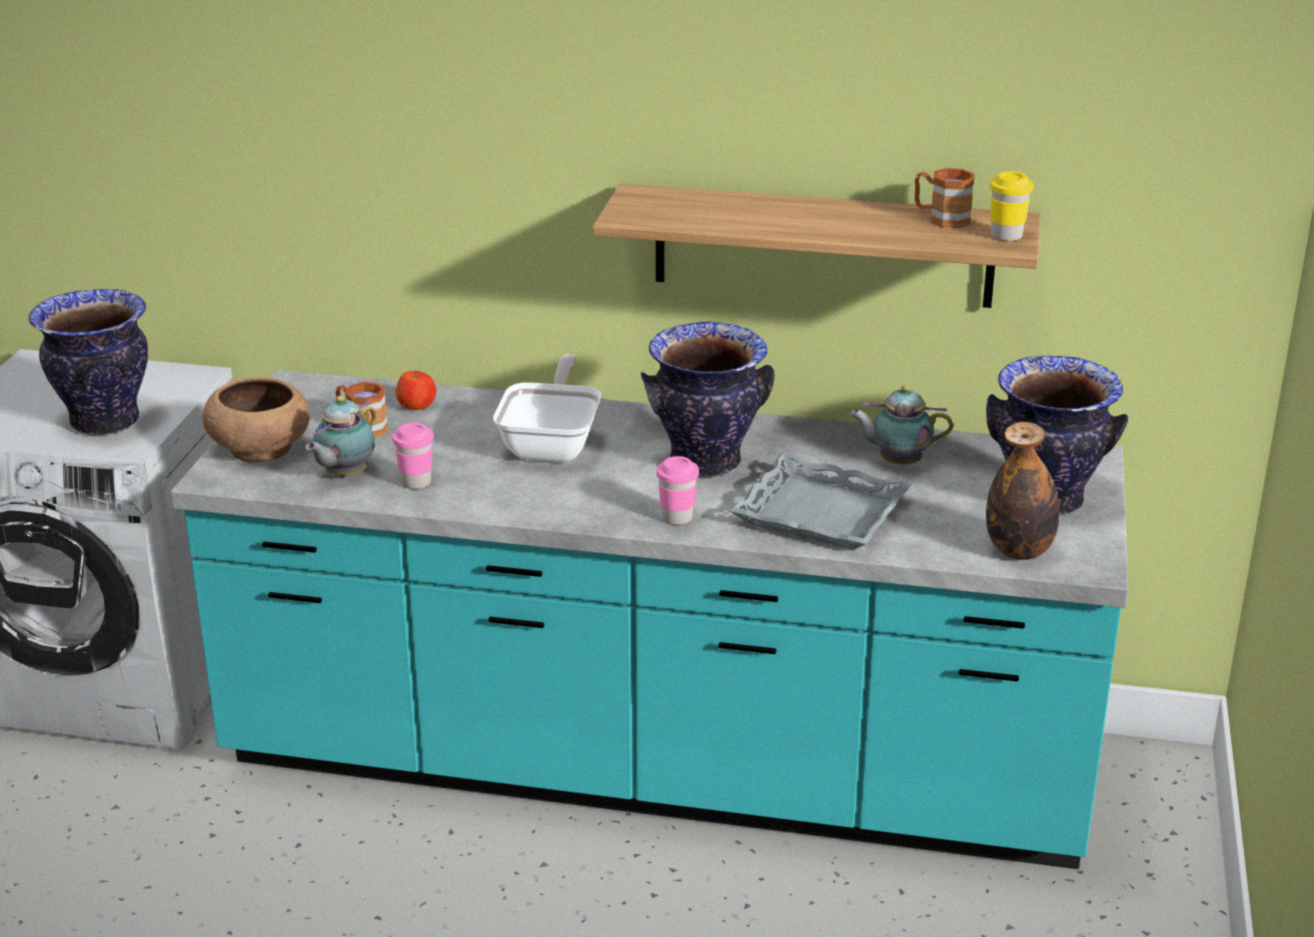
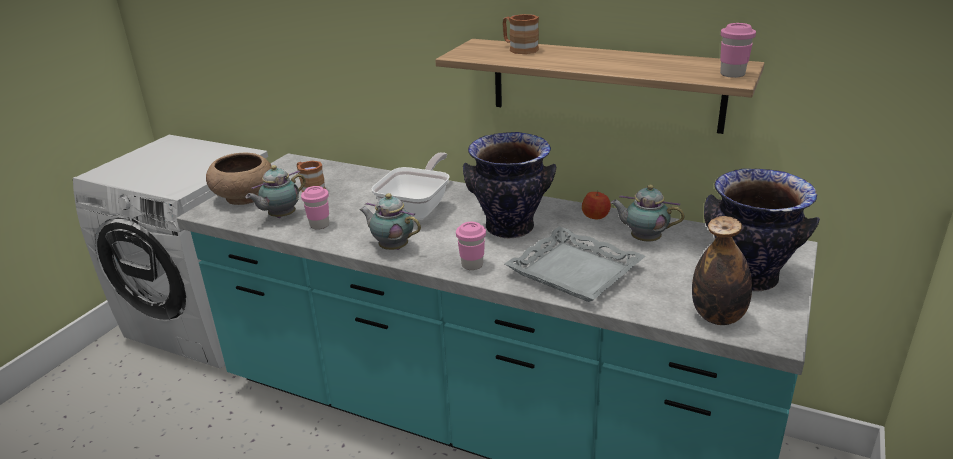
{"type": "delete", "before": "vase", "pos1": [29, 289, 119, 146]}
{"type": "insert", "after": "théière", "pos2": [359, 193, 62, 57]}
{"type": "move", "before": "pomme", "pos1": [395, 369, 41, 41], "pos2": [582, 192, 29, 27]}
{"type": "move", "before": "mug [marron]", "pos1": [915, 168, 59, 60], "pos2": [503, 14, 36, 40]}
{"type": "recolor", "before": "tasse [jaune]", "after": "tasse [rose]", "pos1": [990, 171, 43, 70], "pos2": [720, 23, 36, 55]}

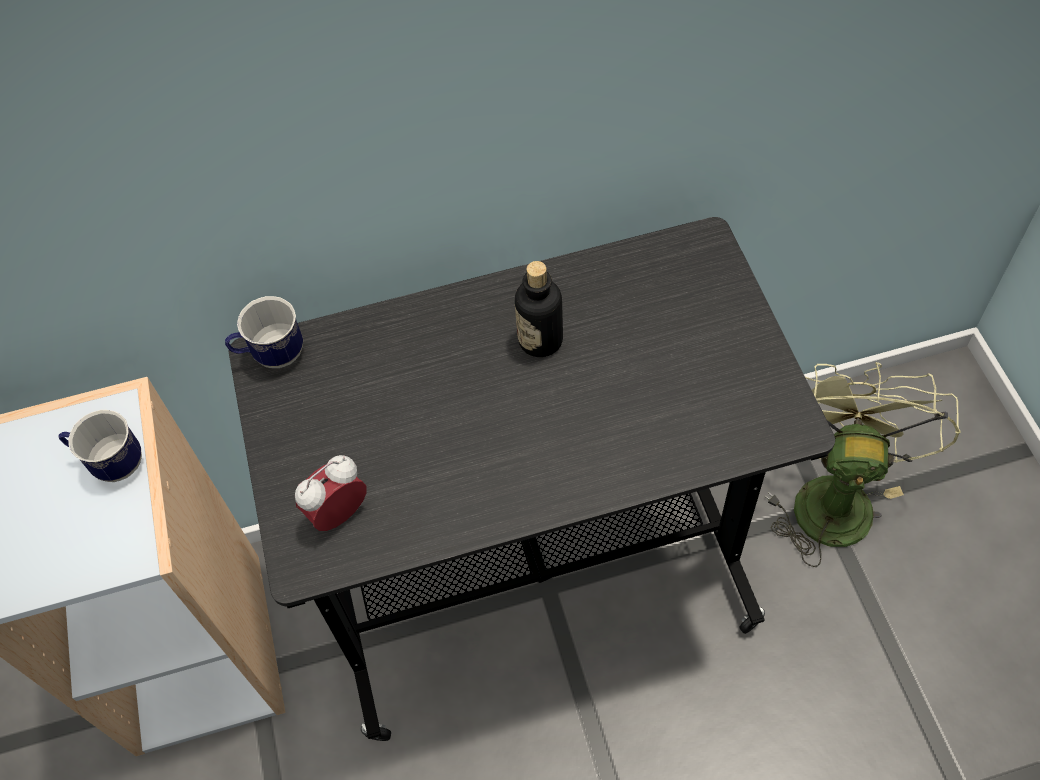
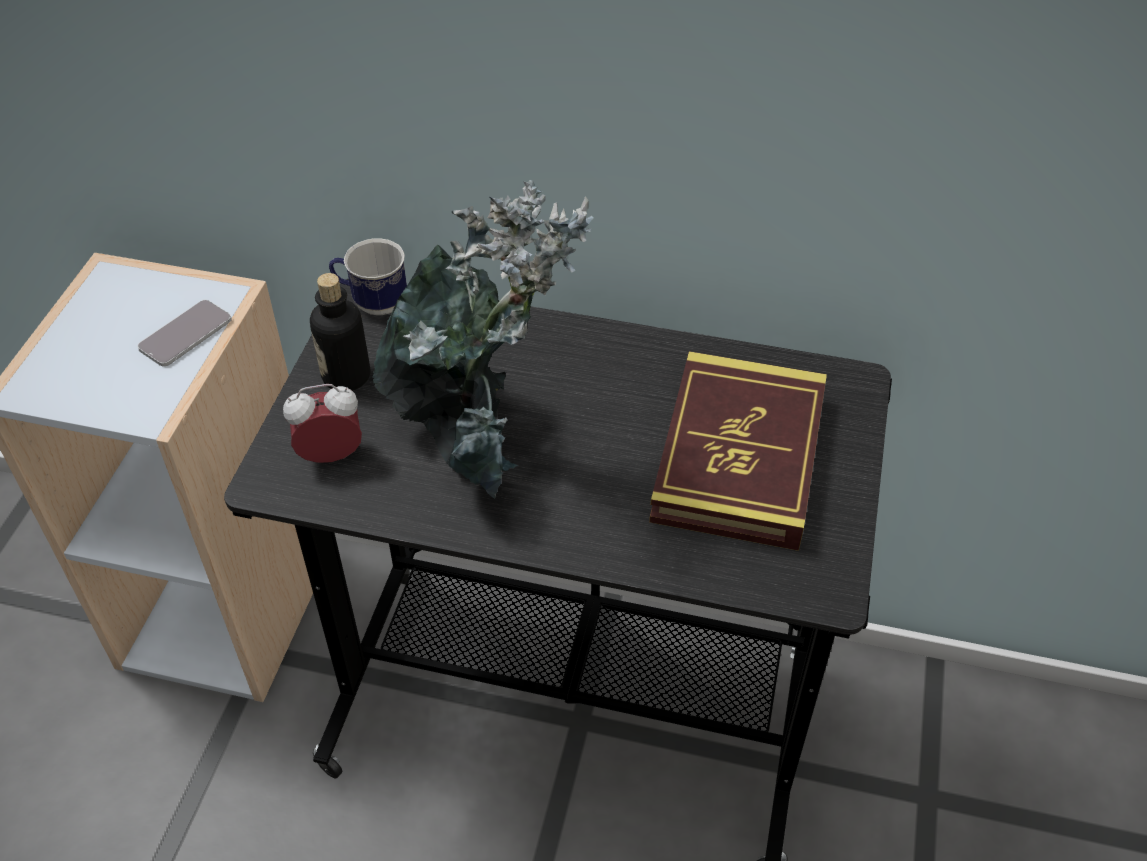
{"type": "delete", "before": "ventilateur [vert]", "pos1": [765, 362, 195, 205]}
{"type": "insert", "after": "plante en pot", "pos2": [372, 180, 221, 319]}
{"type": "insert", "after": "livre", "pos2": [649, 351, 178, 200]}
{"type": "move", "before": "bouteille", "pos1": [515, 261, 48, 96], "pos2": [310, 273, 60, 118]}
{"type": "replace", "before": "mug", "after": "téléphone", "pos1": [59, 410, 83, 72], "pos2": [137, 300, 95, 66]}

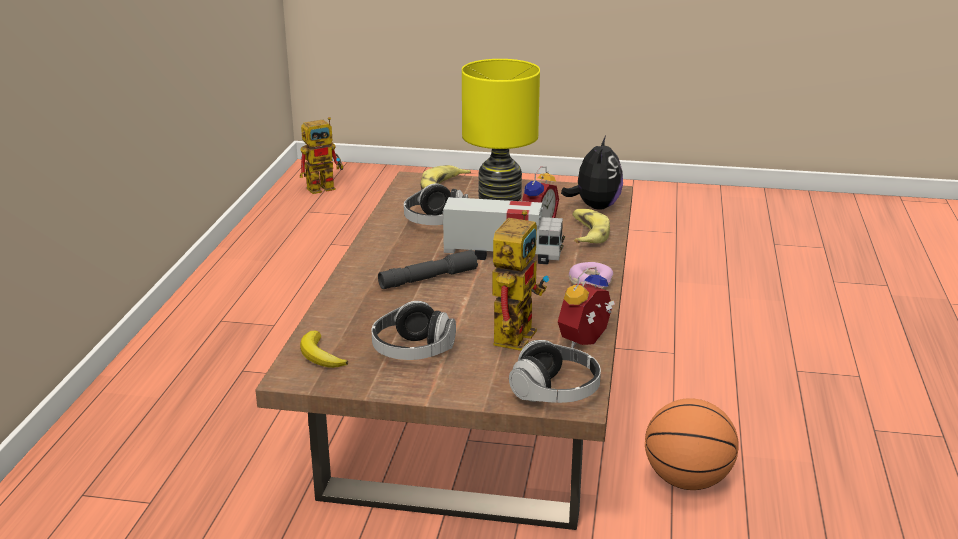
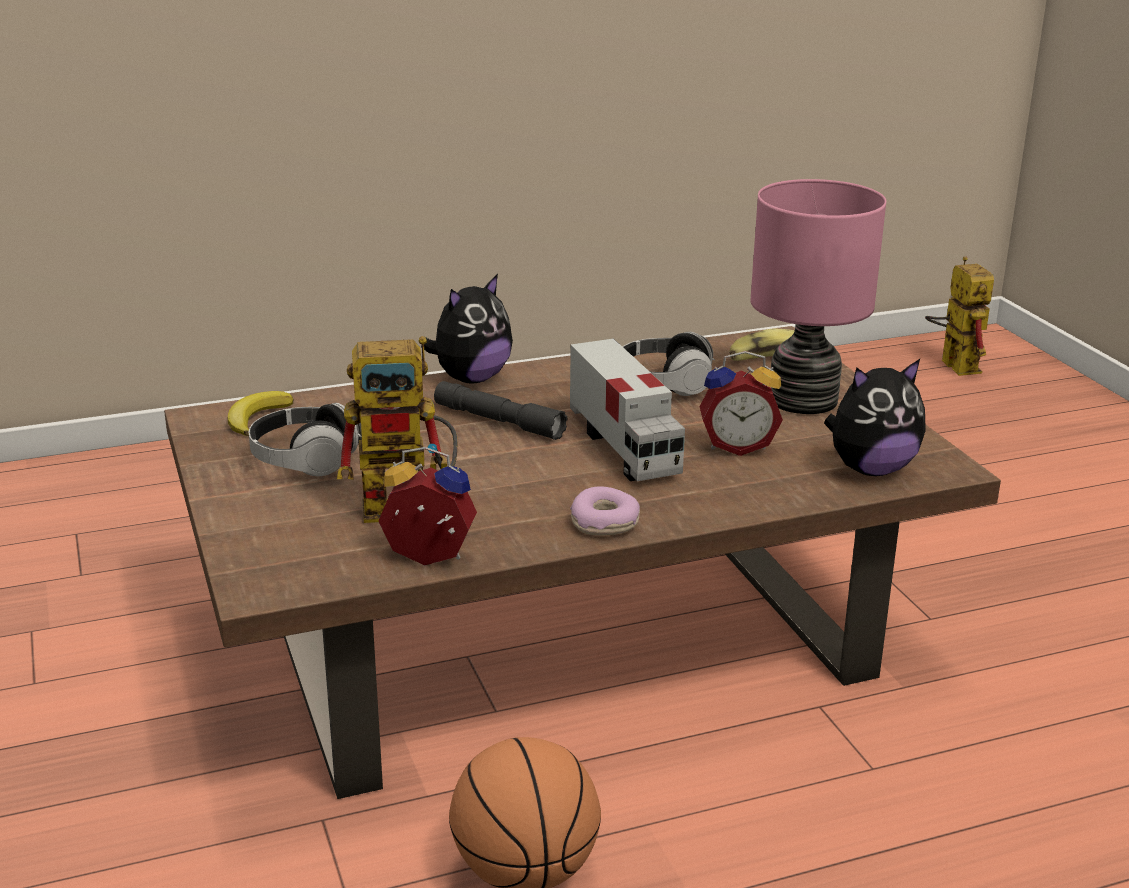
{"type": "delete", "before": "casque audio", "pos1": [509, 340, 92, 63]}
{"type": "delete", "before": "banane", "pos1": [572, 209, 38, 34]}
{"type": "insert", "after": "peluche", "pos2": [421, 274, 92, 109]}
{"type": "recolor", "before": "lampe de table [jaune]", "after": "lampe de table [rose]", "pos1": [462, 59, 78, 142], "pos2": [750, 179, 136, 235]}
{"type": "rotate", "before": "robot jouet", "pos1": [300, 117, 43, 77], "pos2": [925, 256, 69, 120], "turn": -135}

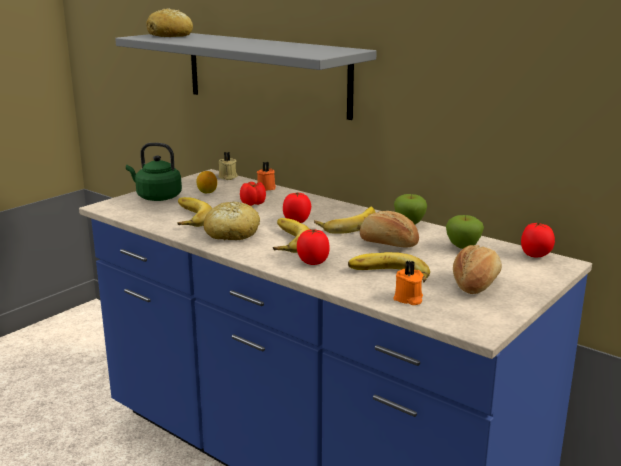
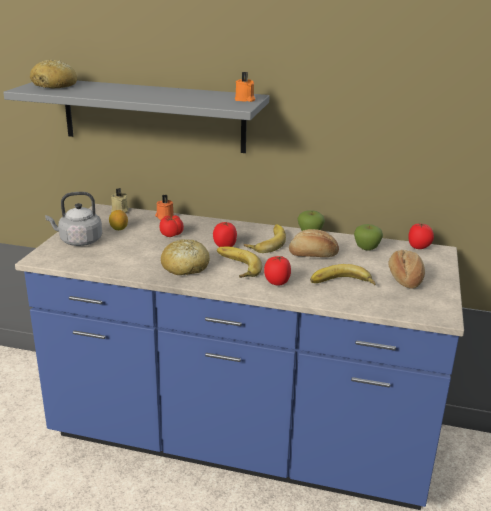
{"type": "delete", "before": "banane", "pos1": [177, 197, 35, 30]}
{"type": "move", "before": "bougie [orange]", "pos1": [393, 261, 30, 44], "pos2": [235, 72, 20, 30]}
{"type": "recolor", "before": "bouilloire [vert]", "after": "bouilloire [gris]", "pos1": [126, 143, 56, 58], "pos2": [45, 192, 57, 54]}

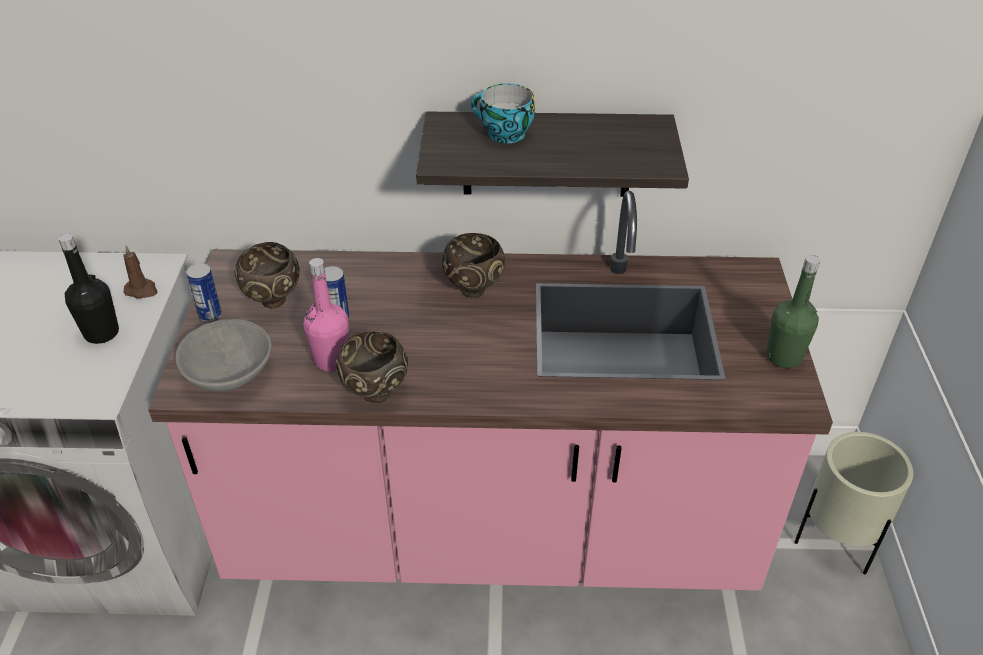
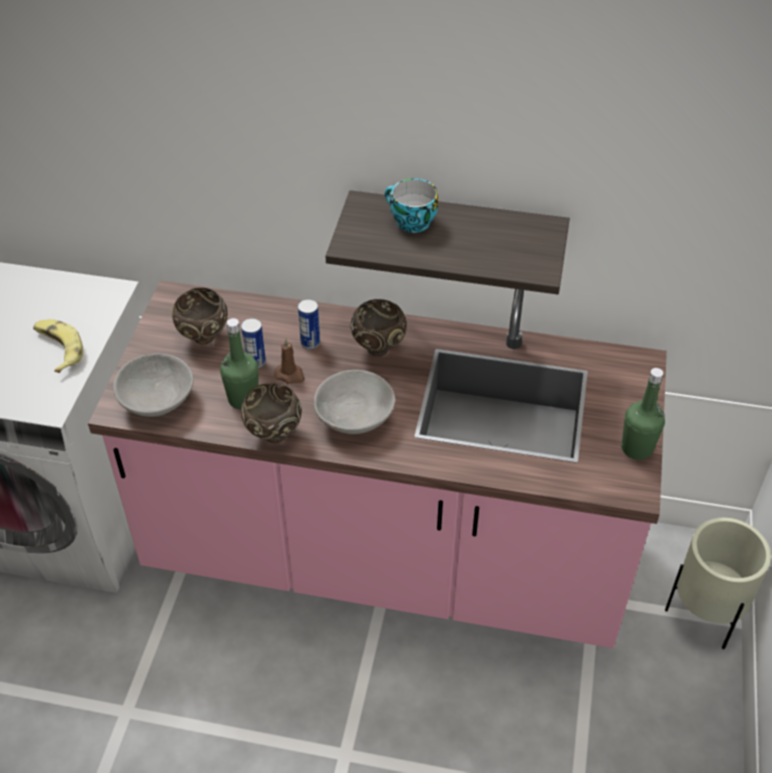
{"type": "insert", "after": "bol [gris]", "pos2": [314, 370, 81, 64]}
{"type": "move", "before": "bougie [marron]", "pos1": [123, 246, 34, 52], "pos2": [274, 338, 31, 46]}
{"type": "move", "before": "boîte métallique", "pos1": [186, 263, 36, 60], "pos2": [298, 299, 22, 50]}
{"type": "replace", "before": "bouteille [noir]", "after": "banane", "pos1": [58, 233, 61, 111], "pos2": [33, 319, 50, 54]}
{"type": "recolor", "before": "bouteille [rose]", "after": "bouteille [vert]", "pos1": [303, 258, 46, 113], "pos2": [220, 318, 39, 92]}

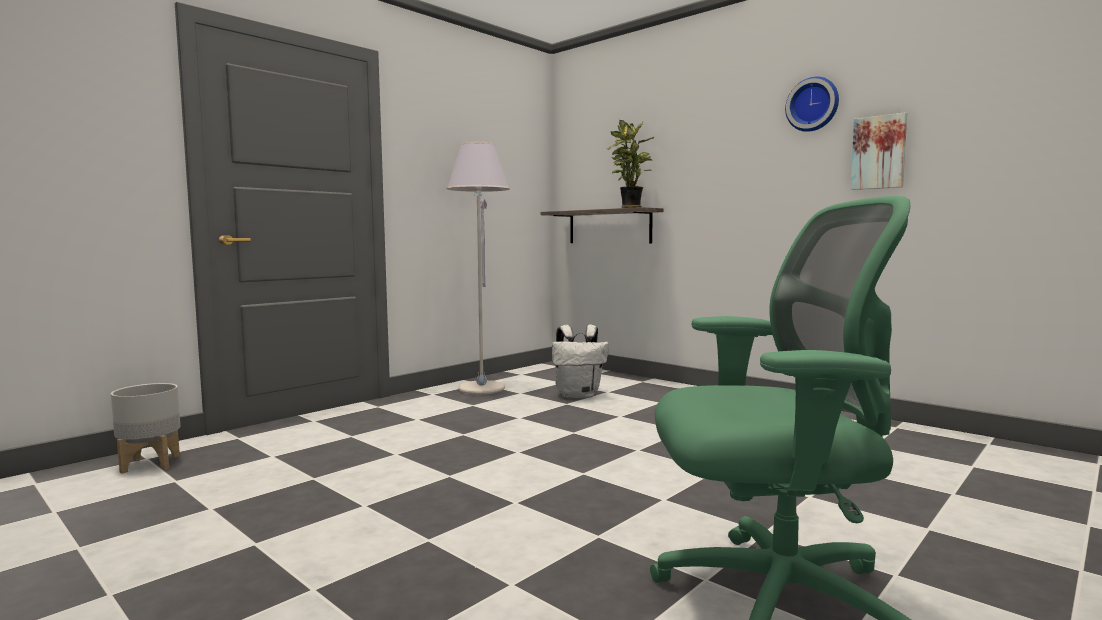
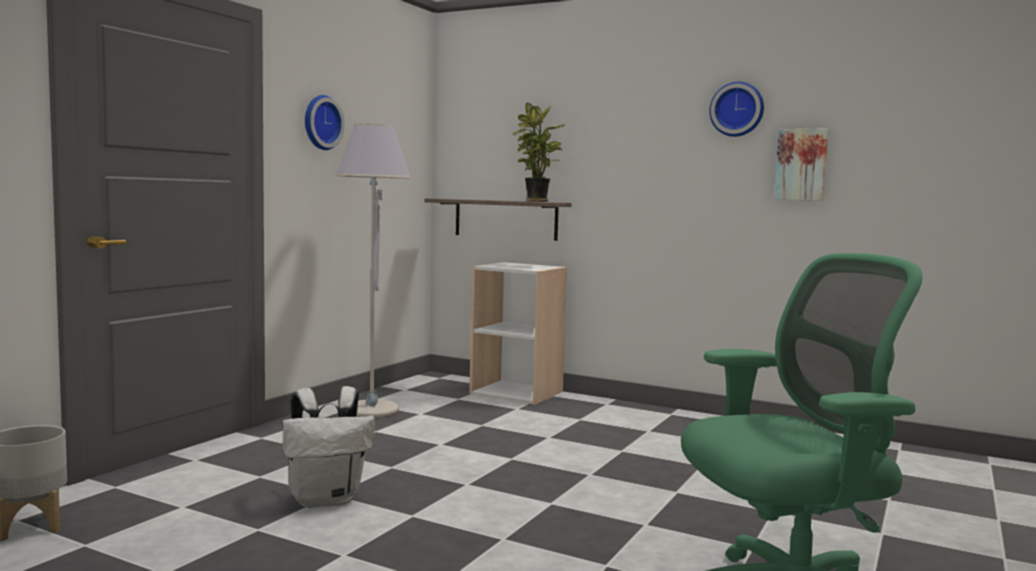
{"type": "insert", "after": "horloge murale", "pos2": [305, 95, 40, 55]}
{"type": "insert", "after": "bibliothèque [blanc]", "pos2": [469, 262, 98, 143]}
{"type": "move", "before": "sac à dos [blanc]", "pos1": [552, 324, 57, 74], "pos2": [283, 386, 92, 122]}

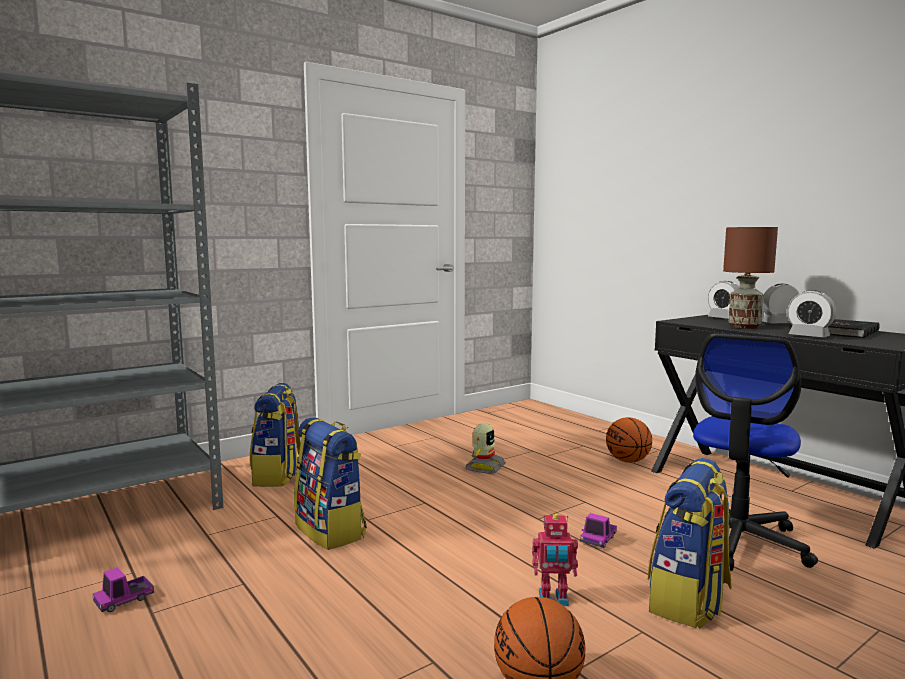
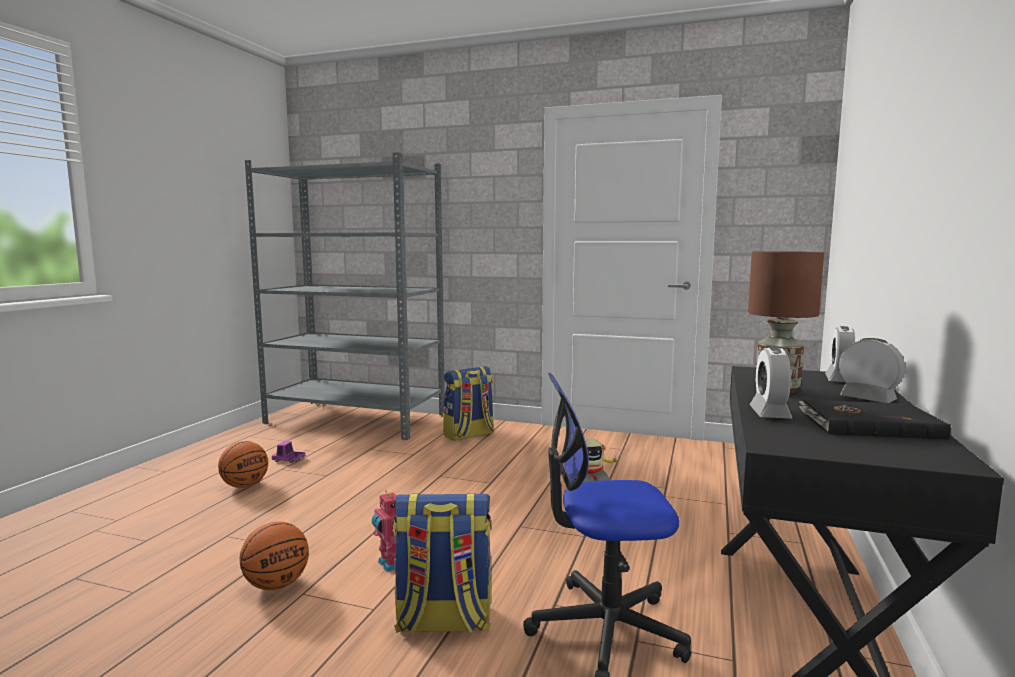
{"type": "delete", "before": "sac à dos", "pos1": [294, 417, 73, 133]}
{"type": "delete", "before": "camion jouet", "pos1": [580, 513, 37, 35]}
{"type": "move", "before": "ballon de basket", "pos1": [606, 417, 46, 46], "pos2": [218, 441, 50, 47]}

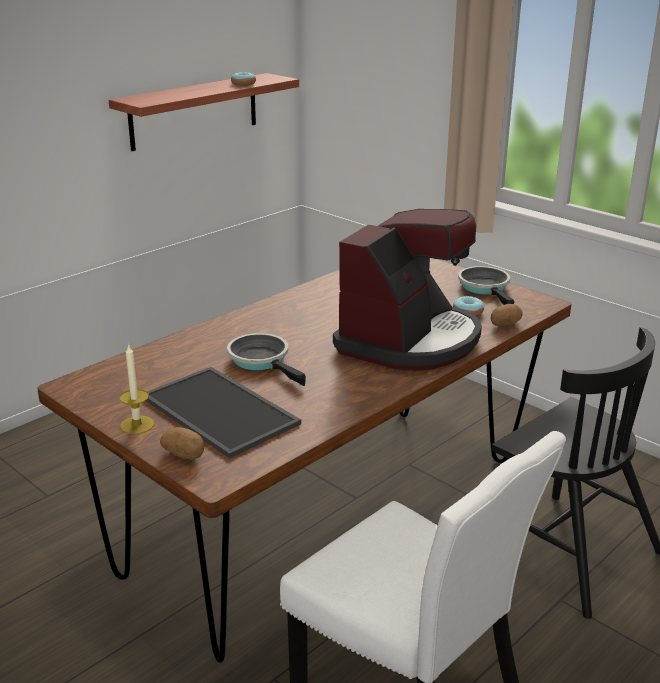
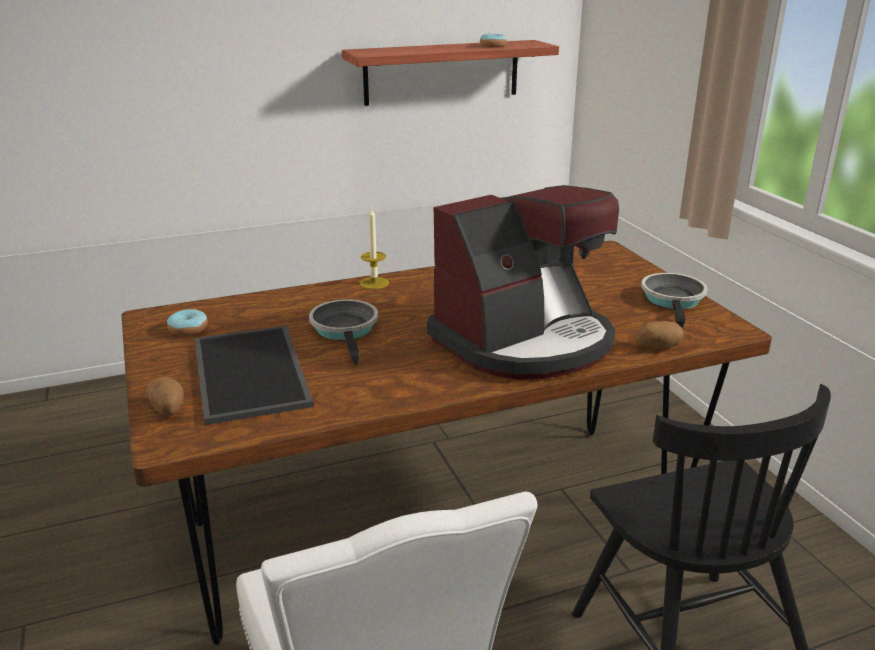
{"type": "move", "before": "bougie", "pos1": [119, 343, 35, 91], "pos2": [360, 207, 29, 82]}
{"type": "move", "before": "beignet", "pos1": [453, 296, 32, 20], "pos2": [167, 309, 41, 27]}

